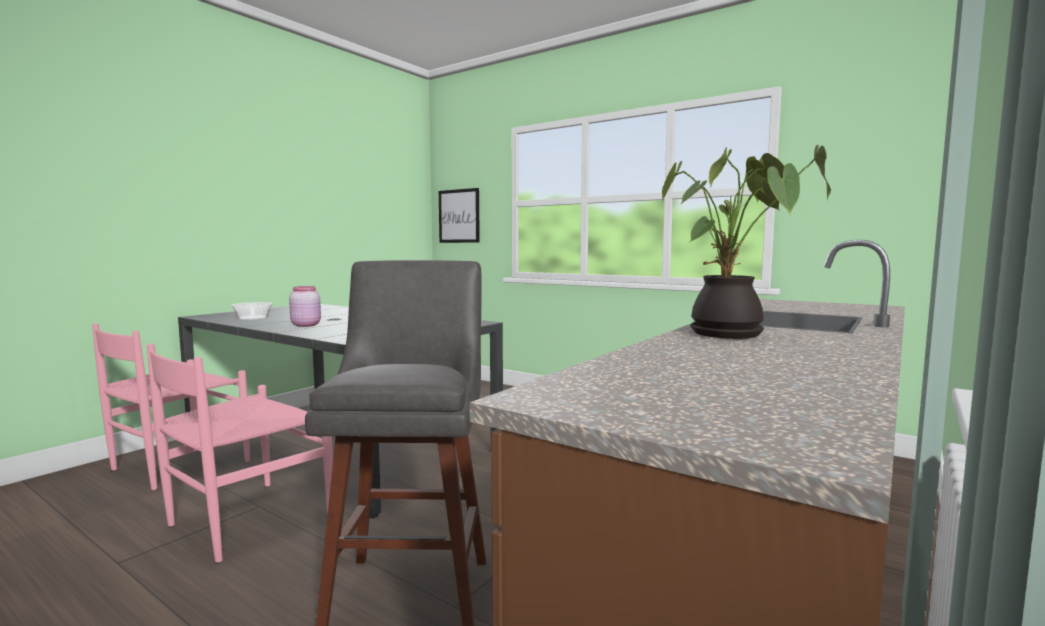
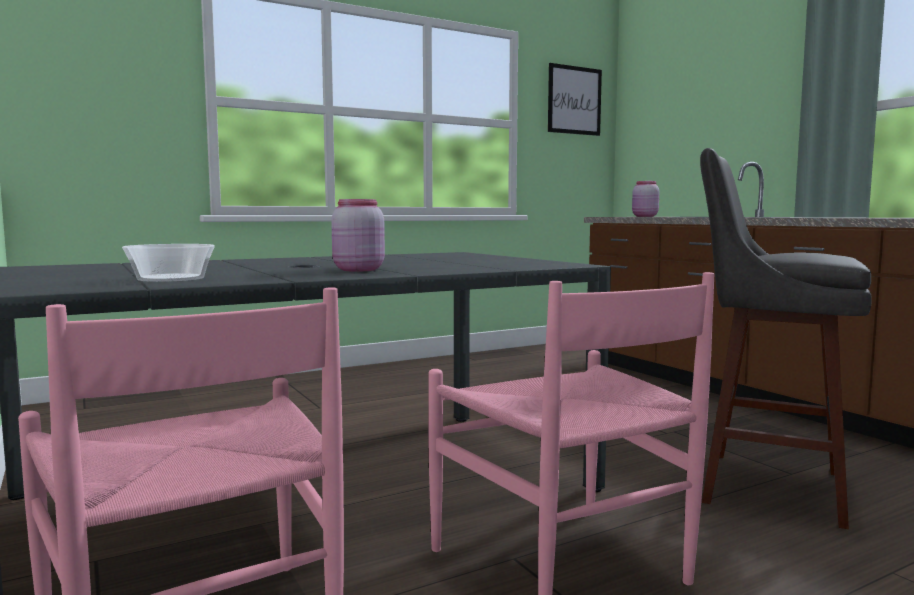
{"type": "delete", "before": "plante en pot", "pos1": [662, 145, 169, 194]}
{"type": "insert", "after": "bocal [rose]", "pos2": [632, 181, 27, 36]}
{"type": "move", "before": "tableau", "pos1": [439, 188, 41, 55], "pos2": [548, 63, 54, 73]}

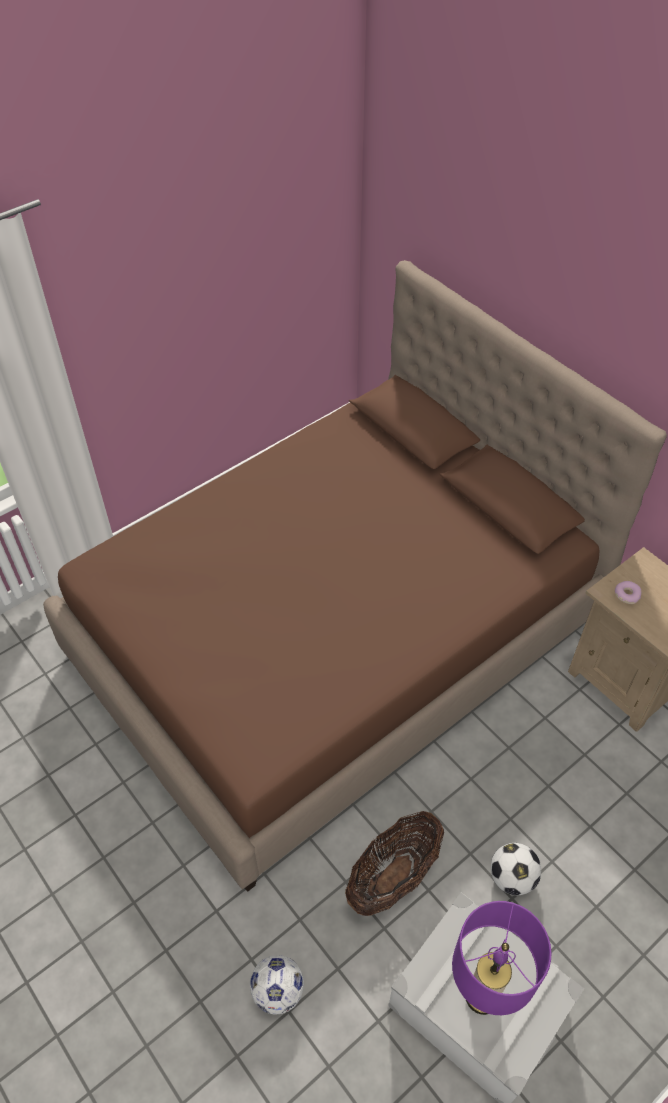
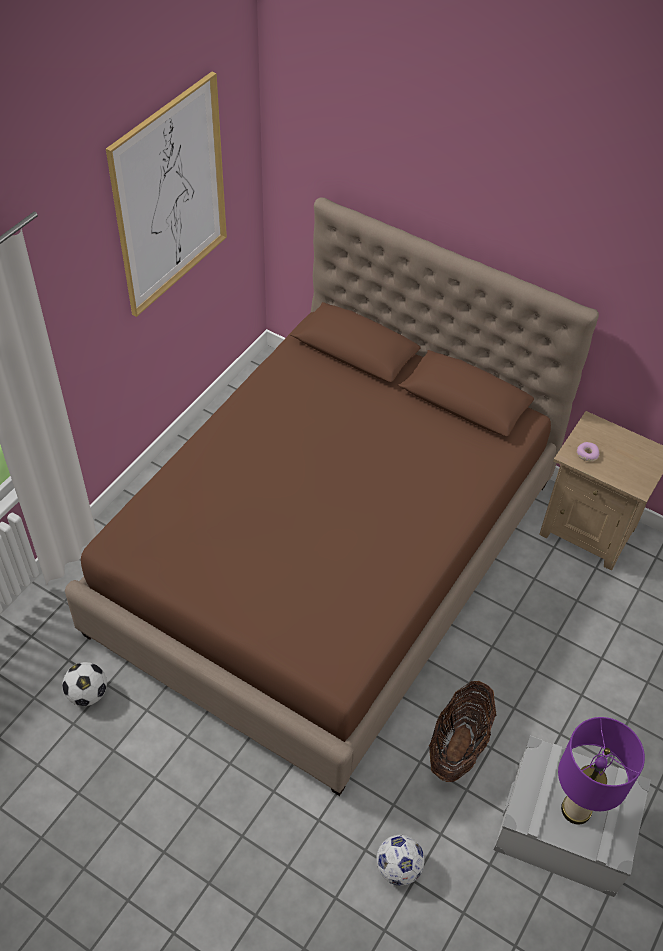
{"type": "insert", "after": "tableau", "pos2": [106, 72, 121, 245]}
{"type": "move", "before": "ballon de foot", "pos1": [491, 843, 50, 53], "pos2": [62, 662, 45, 44]}

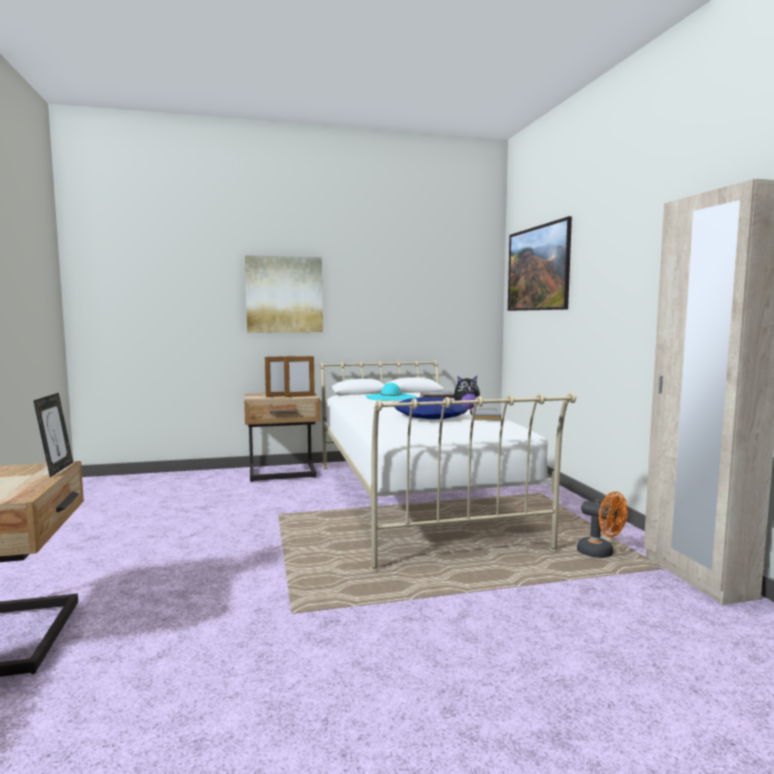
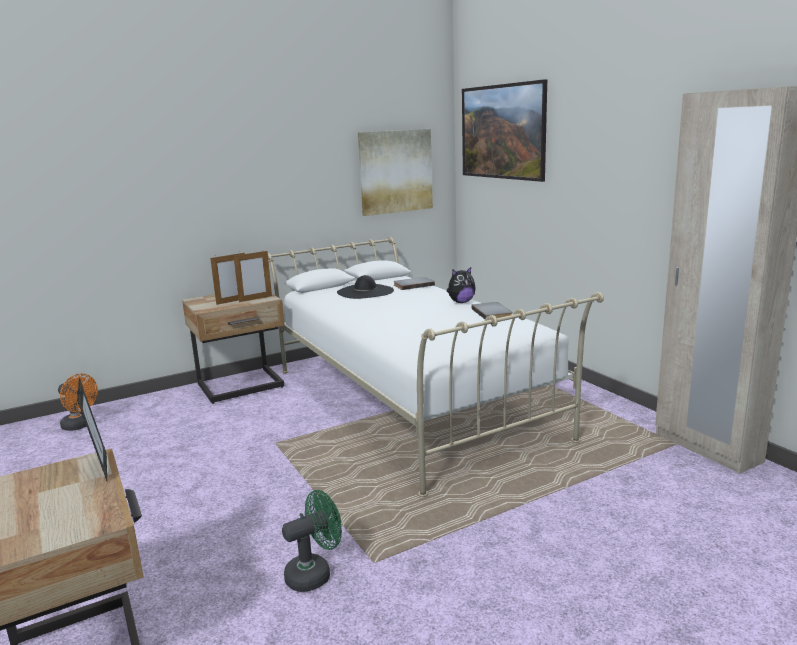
{"type": "delete", "before": "coussin [bleu]", "pos1": [395, 397, 73, 22]}
{"type": "insert", "after": "ventilateur [vert]", "pos2": [282, 490, 60, 102]}
{"type": "move", "before": "tableau", "pos1": [245, 255, 78, 78], "pos2": [358, 129, 75, 87]}
{"type": "move", "before": "ventilateur [orange]", "pos1": [577, 492, 51, 66], "pos2": [58, 374, 40, 57]}
{"type": "recolor", "before": "chapeau [turquoise]", "after": "chapeau [noir]", "pos1": [366, 383, 51, 17], "pos2": [337, 275, 57, 24]}

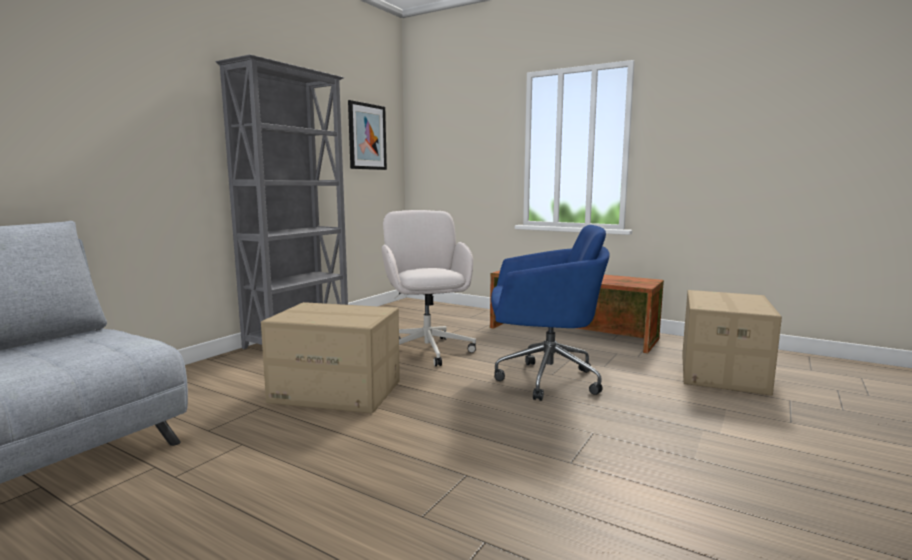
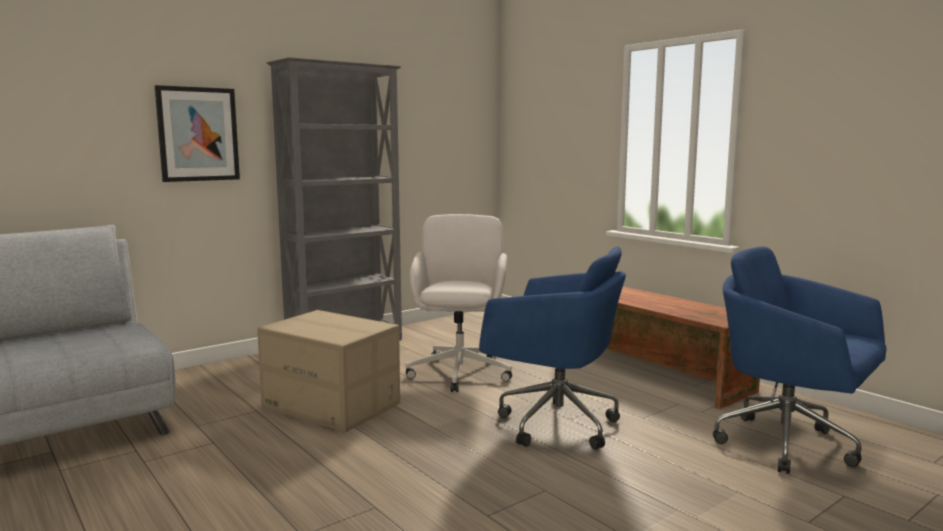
{"type": "move", "before": "tableau", "pos1": [348, 100, 39, 70], "pos2": [155, 85, 85, 97]}
{"type": "replace", "before": "carton", "after": "chaise de bureau [bleu]", "pos1": [682, 290, 100, 106], "pos2": [713, 247, 173, 227]}

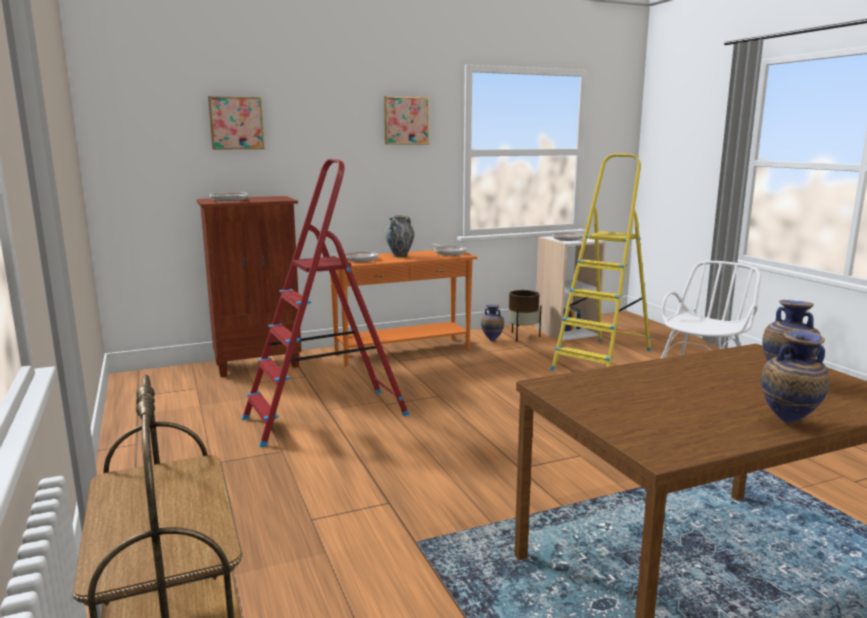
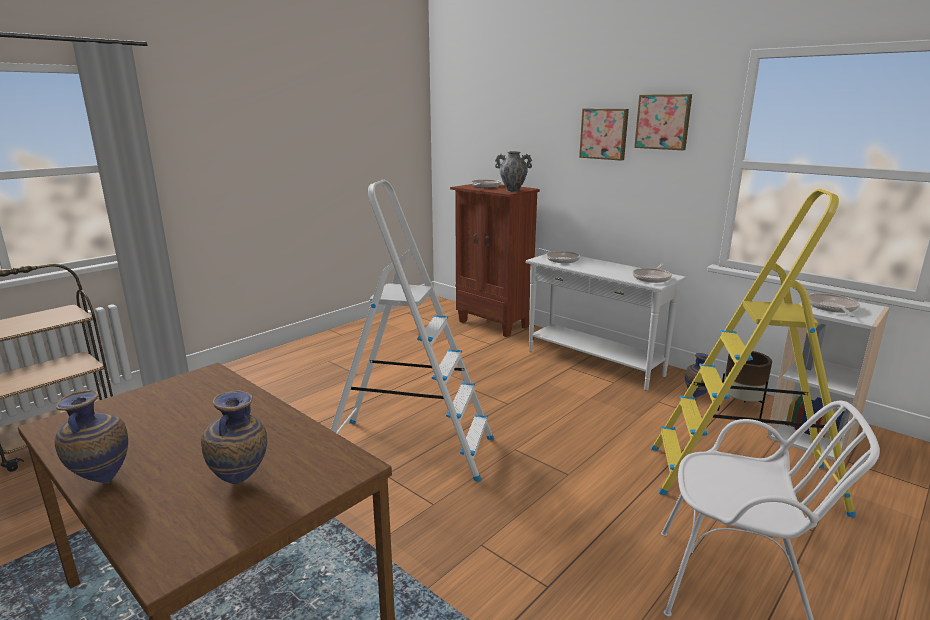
{"type": "delete", "before": "escabeau [rouge]", "pos1": [242, 159, 167, 288]}
{"type": "insert", "after": "escabeau [blanc]", "pos2": [330, 180, 164, 302]}
{"type": "move", "before": "tableau", "pos1": [208, 96, 56, 54], "pos2": [579, 109, 50, 52]}
{"type": "move", "before": "vase", "pos1": [385, 215, 29, 42], "pos2": [495, 151, 37, 41]}
{"type": "recolor", "before": "table console [orange]", "after": "table console [blanc]", "pos1": [330, 250, 147, 117], "pos2": [525, 254, 161, 137]}

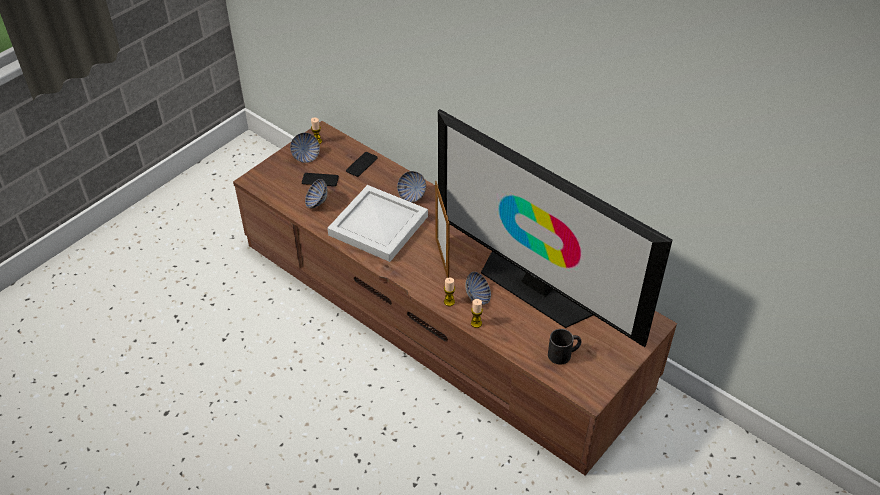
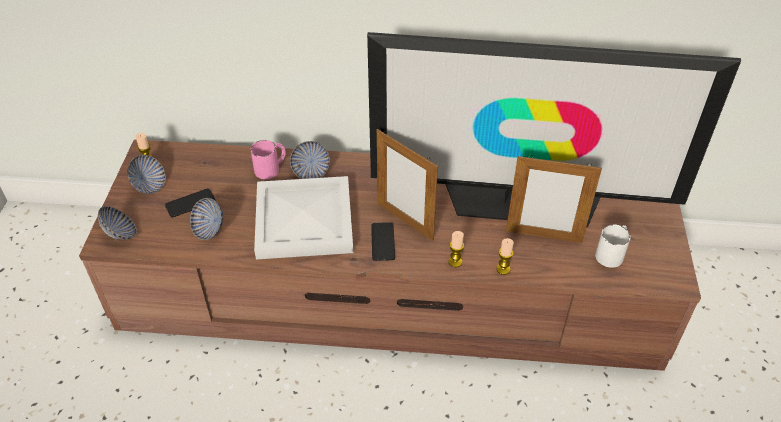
{"type": "insert", "after": "mug [rose]", "pos2": [250, 140, 36, 39]}
{"type": "insert", "after": "cadre photo", "pos2": [506, 155, 96, 88]}
{"type": "move", "before": "téléphone", "pos1": [346, 152, 32, 25], "pos2": [371, 222, 24, 39]}
{"type": "move", "before": "bol", "pos1": [465, 272, 26, 33], "pos2": [98, 206, 39, 35]}
{"type": "recolor", "before": "mug [noir]", "after": "mug [blanc]", "pos1": [548, 329, 33, 36], "pos2": [595, 224, 36, 44]}

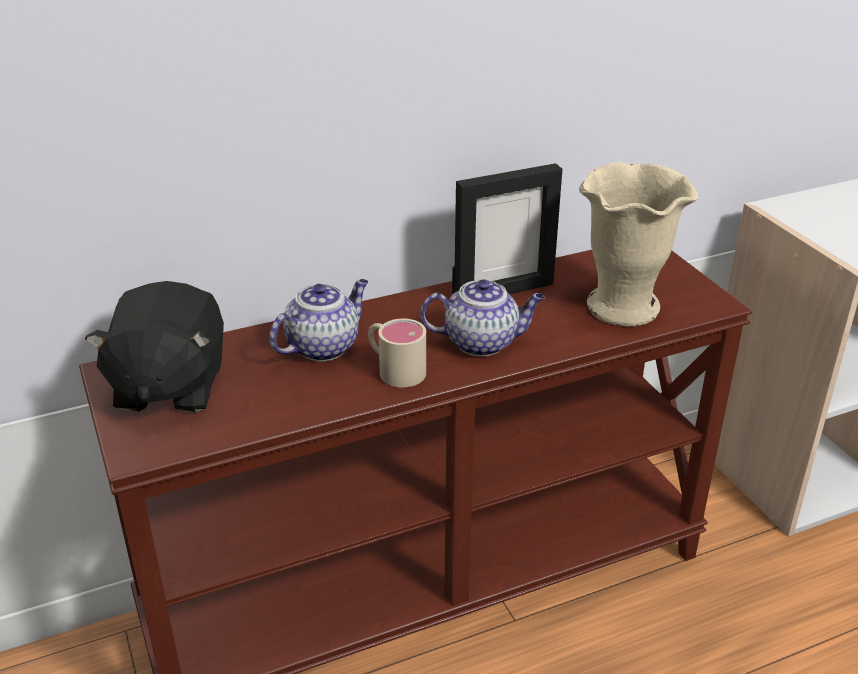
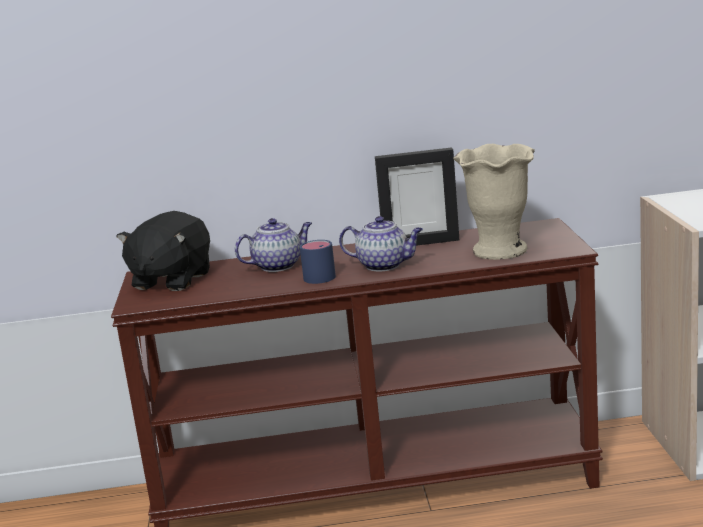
{"type": "recolor", "before": "mug [beige]", "after": "mug [bleu]", "pos1": [368, 319, 58, 68], "pos2": [300, 240, 36, 44]}

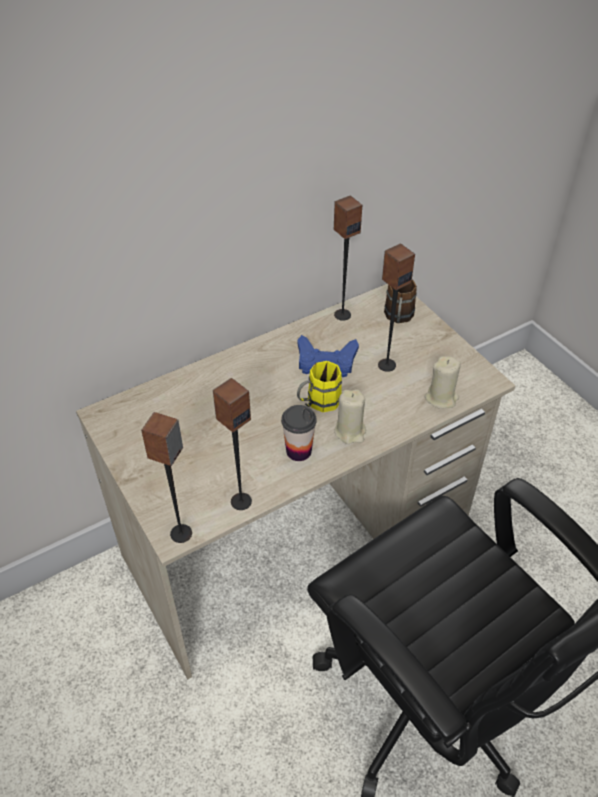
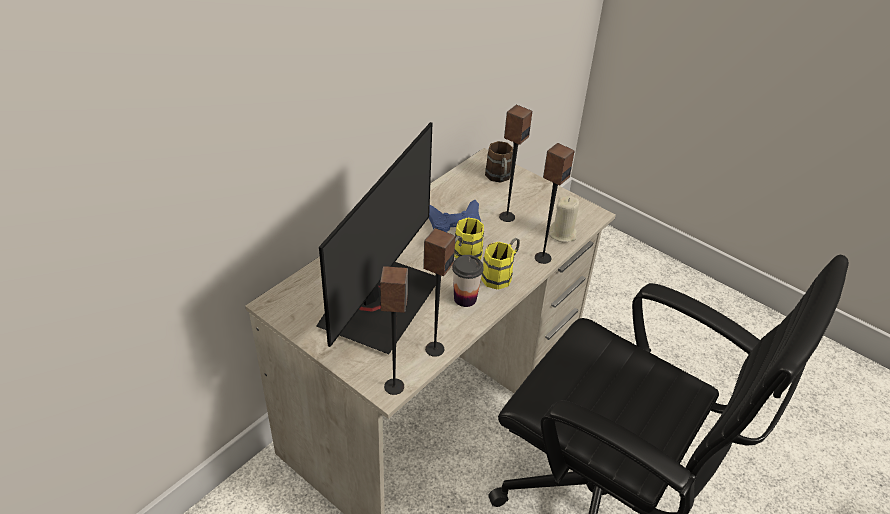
{"type": "insert", "after": "écran d'ordinateur", "pos2": [316, 122, 120, 232]}
{"type": "move", "before": "enceinte", "pos1": [334, 196, 28, 125], "pos2": [535, 143, 40, 121]}
{"type": "replace", "before": "bougie [beige]", "after": "mug [jaune]", "pos1": [334, 389, 32, 55], "pos2": [481, 238, 39, 52]}

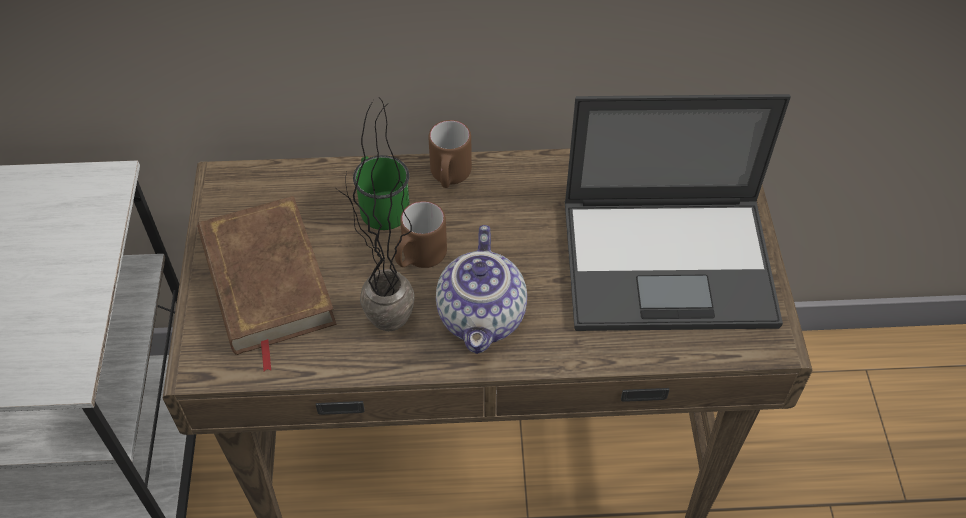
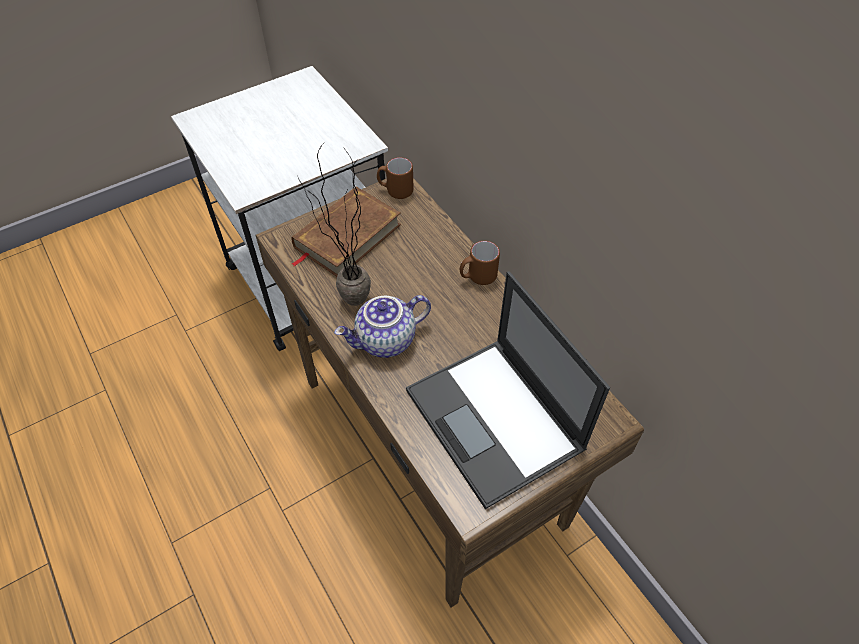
{"type": "delete", "before": "mug [vert]", "pos1": [353, 155, 57, 75]}
{"type": "move", "before": "mug [marron]", "pos1": [395, 201, 52, 67], "pos2": [377, 157, 37, 42]}

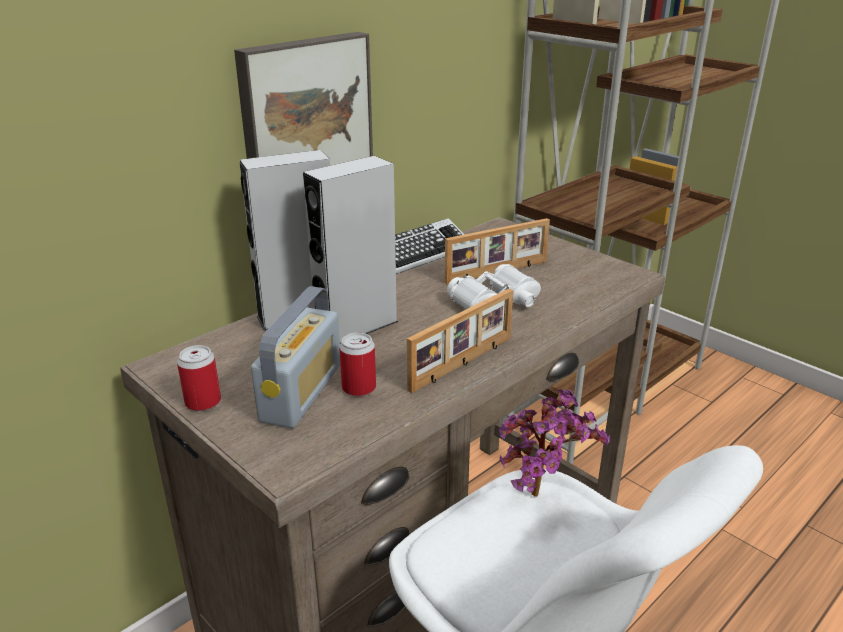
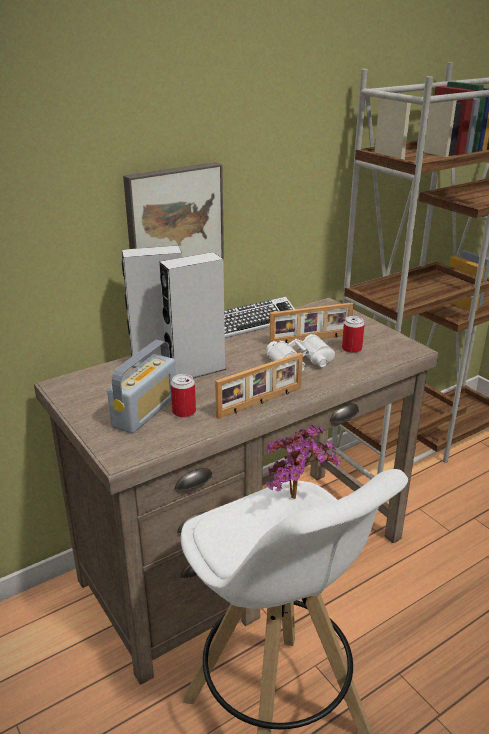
{"type": "move", "before": "boîte métallique", "pos1": [177, 345, 44, 66], "pos2": [342, 316, 23, 37]}

